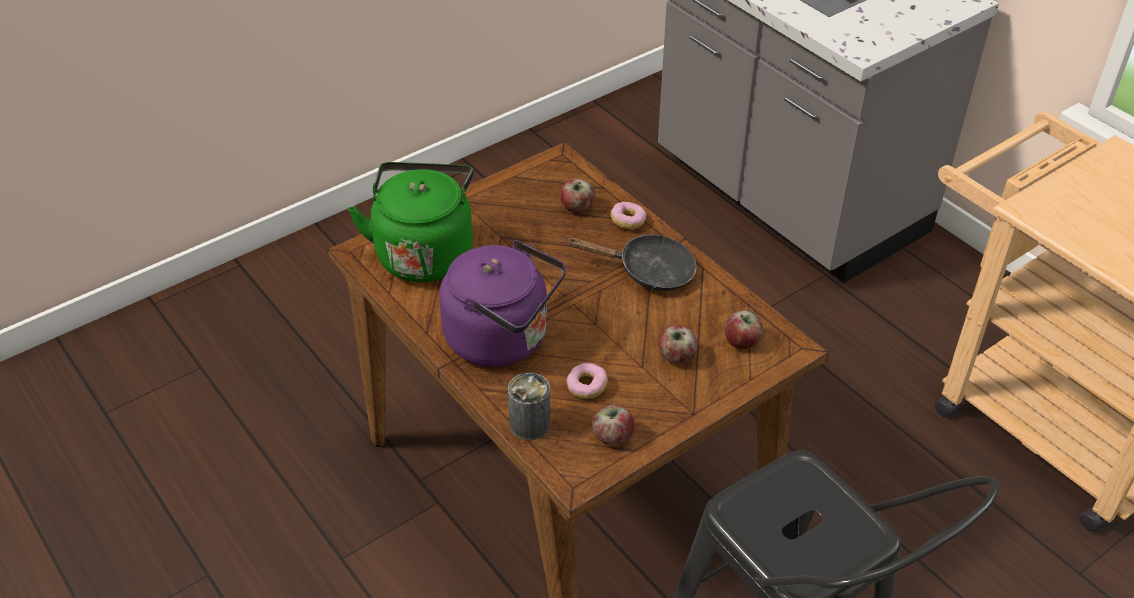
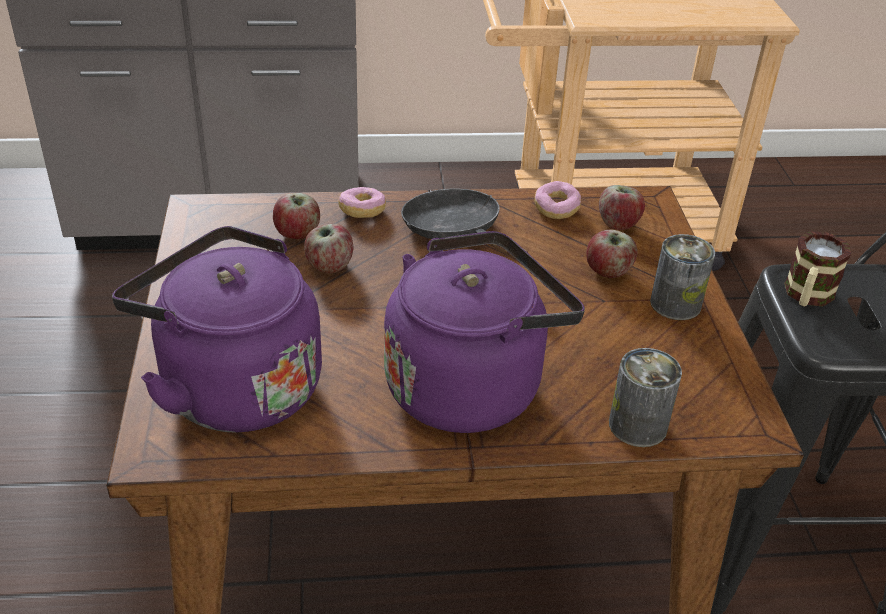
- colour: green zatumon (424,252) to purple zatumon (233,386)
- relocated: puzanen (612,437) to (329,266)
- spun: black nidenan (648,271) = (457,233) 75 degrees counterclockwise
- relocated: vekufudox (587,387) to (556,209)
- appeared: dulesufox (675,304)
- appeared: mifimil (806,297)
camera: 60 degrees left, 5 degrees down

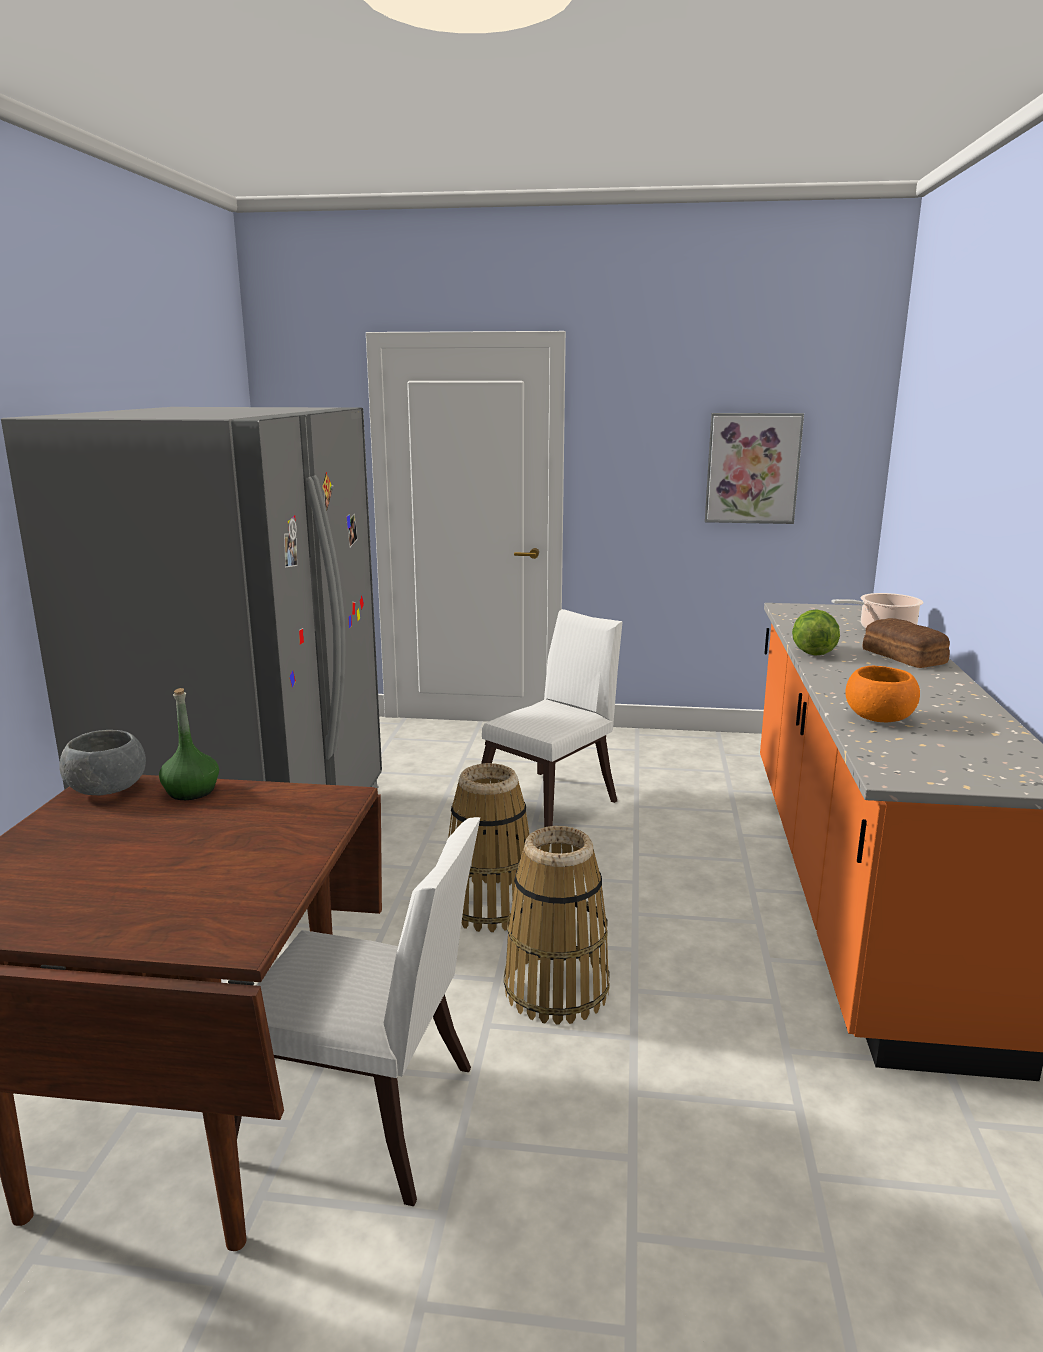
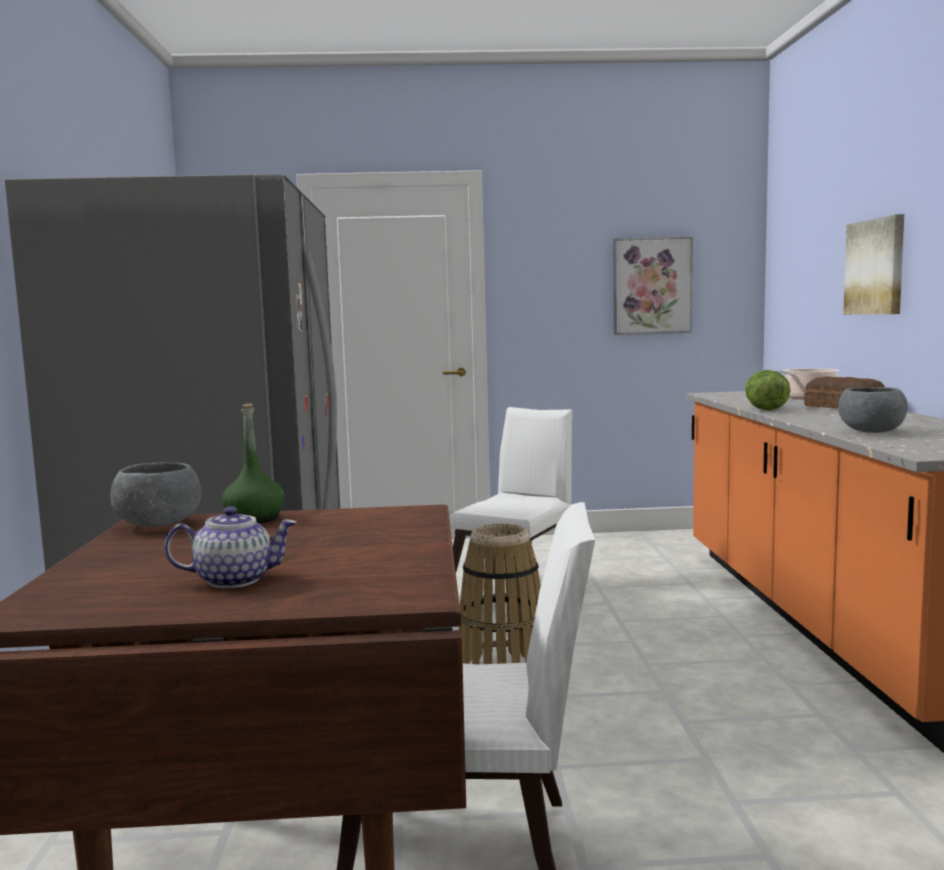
- appeared: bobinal (235,579)
- colour: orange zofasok (878,718) to grey zofasok (870,431)
- appeared: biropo (876,267)
- missing: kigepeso (556,989)
camera: 10 degrees left, 10 degrees down

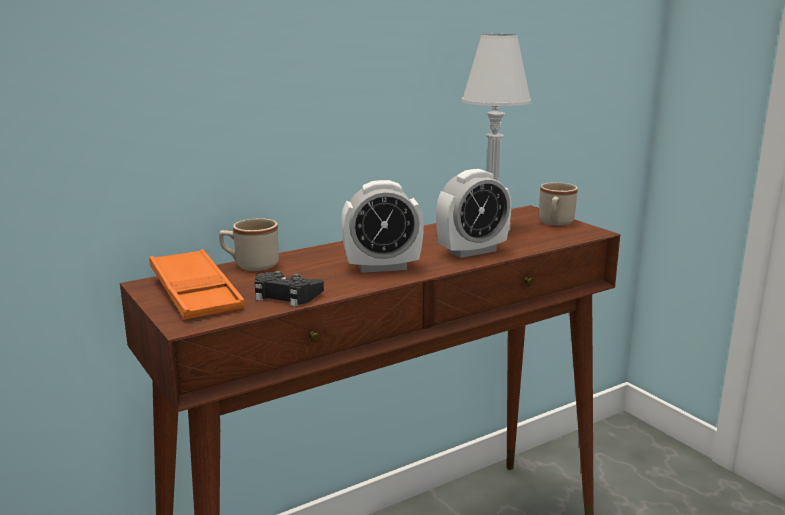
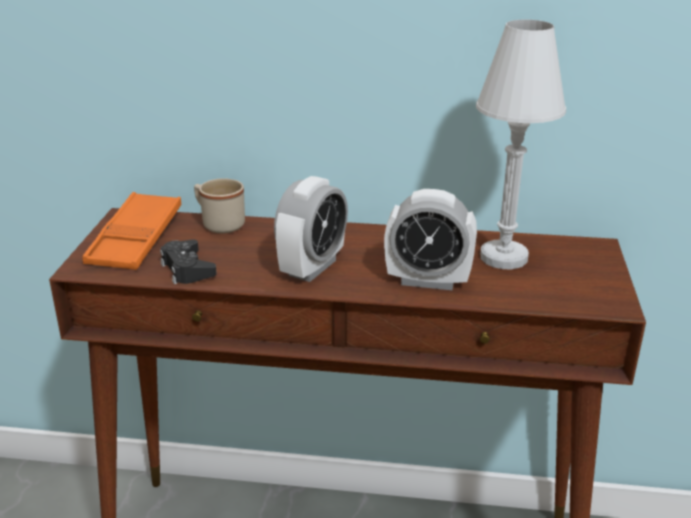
- spun: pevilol (382,267) = (312,268) 90 degrees counterclockwise
- missing: beige mifimil (555,223)
camera: 40 degrees right, 10 degrees up

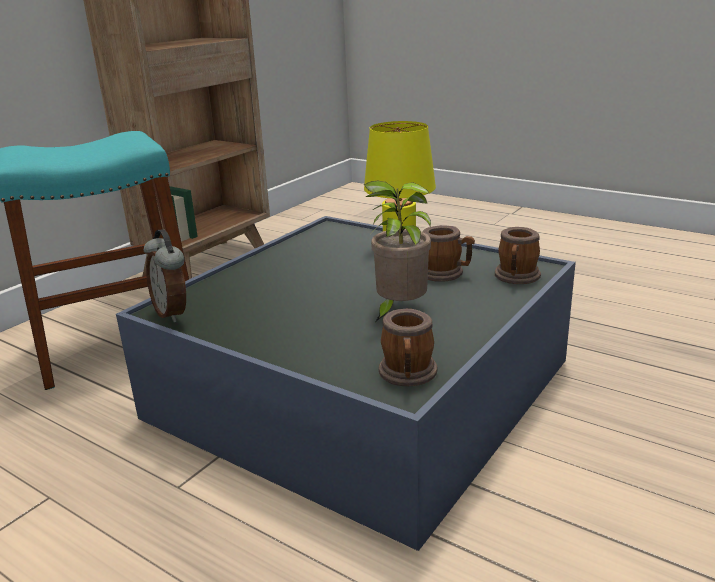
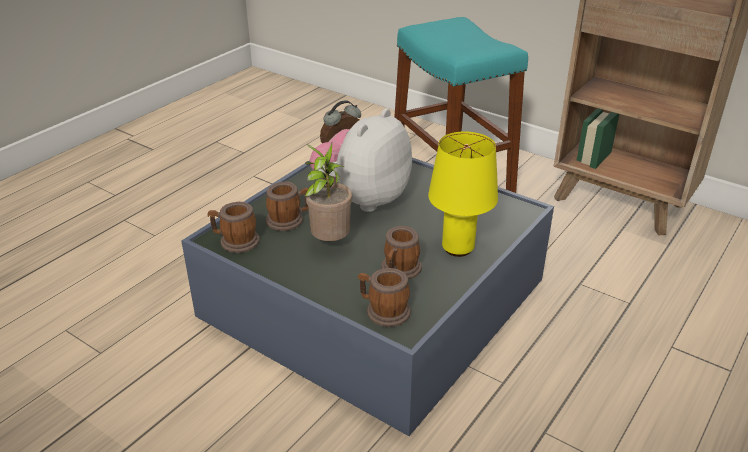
- appeared: mifimil (289,220)
- appeared: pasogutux (363,199)
camera: 90 degrees right, 10 degrees up

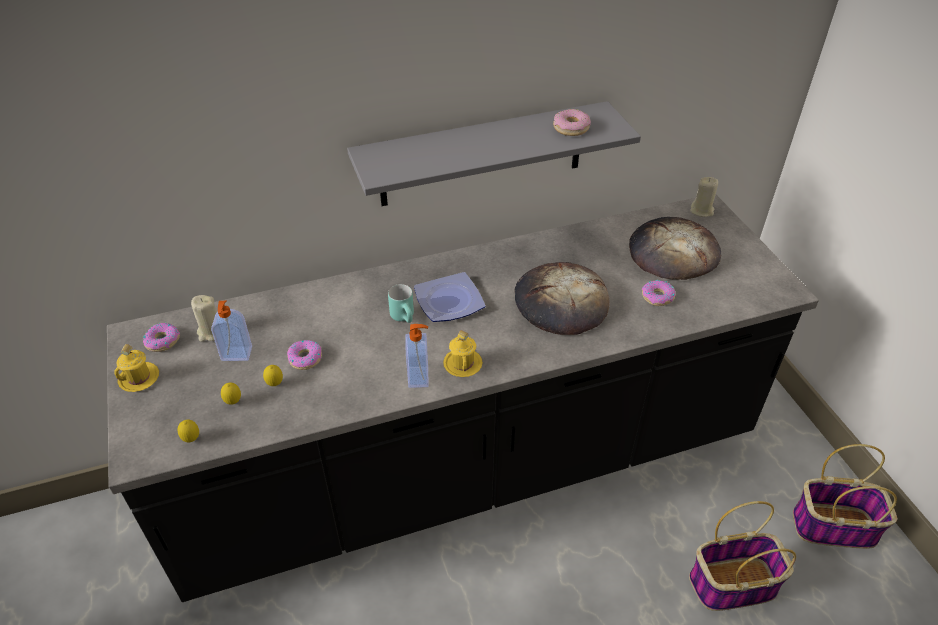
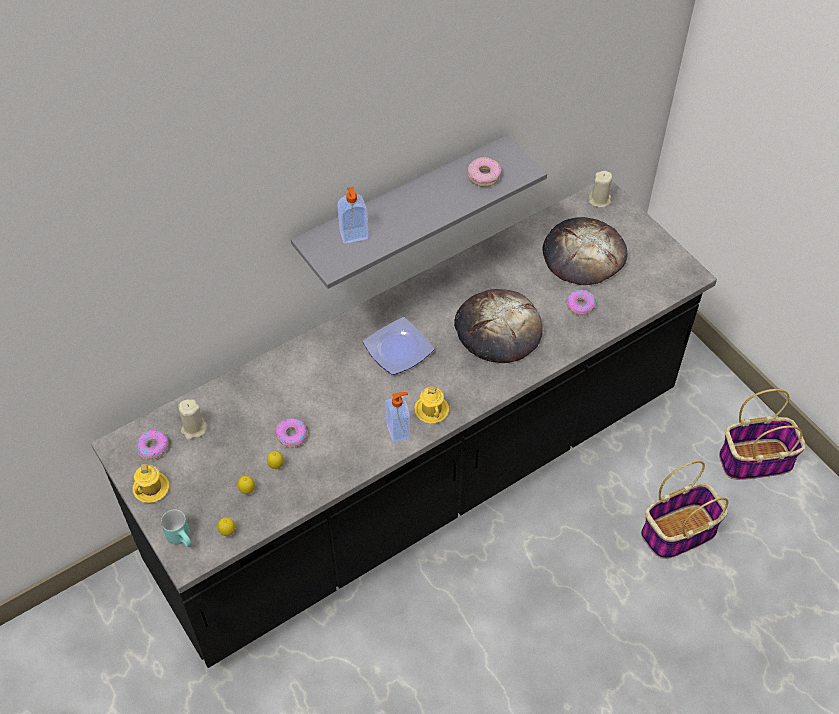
- relocated: turquoise mifimil (405,317) to (183,537)
- relocated: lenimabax (236,354) to (354,236)
camera: 15 degrees left, 10 degrees up

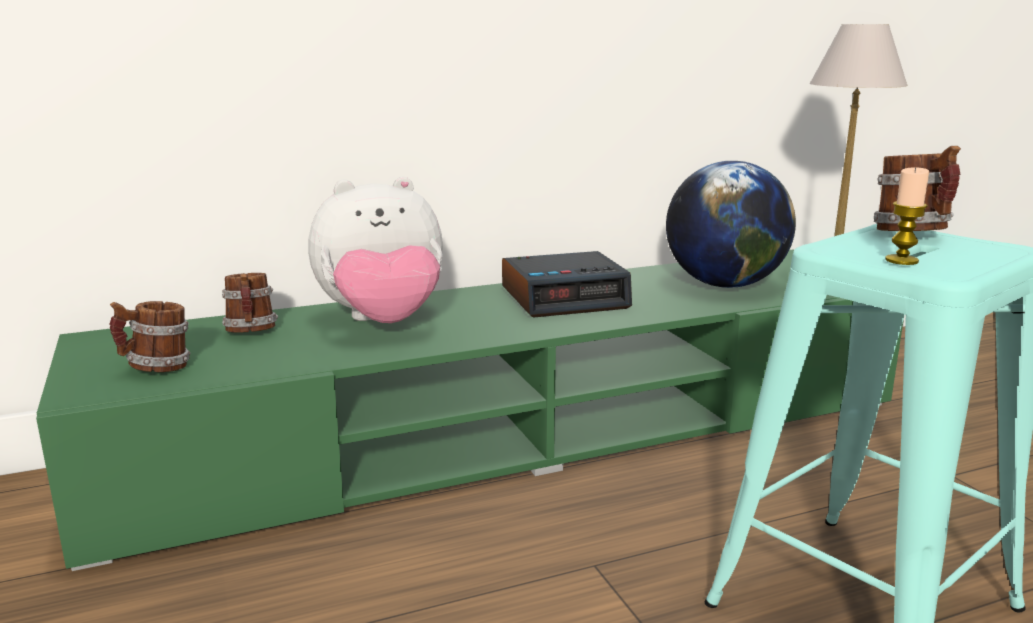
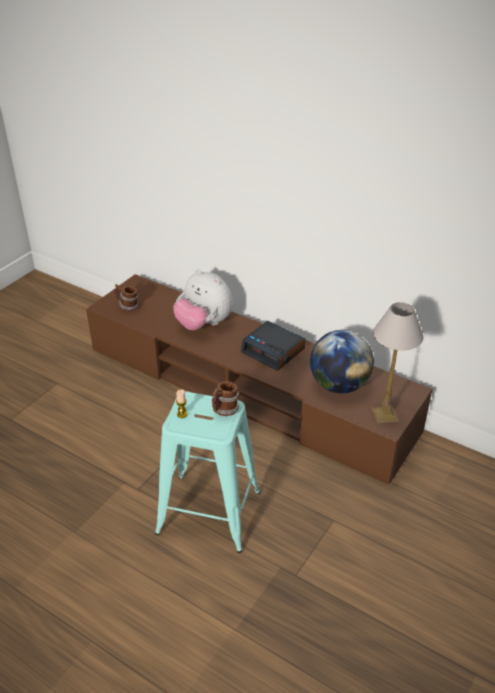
- colour: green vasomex (518,436) to brown vasomex (248,391)
- missing: mifimil (251,332)
camera: 55 degrees right, 20 degrees up

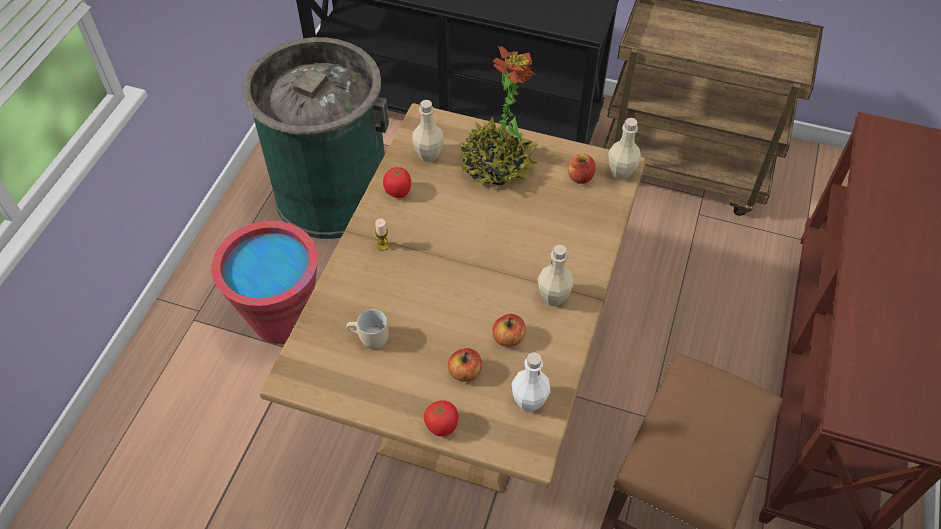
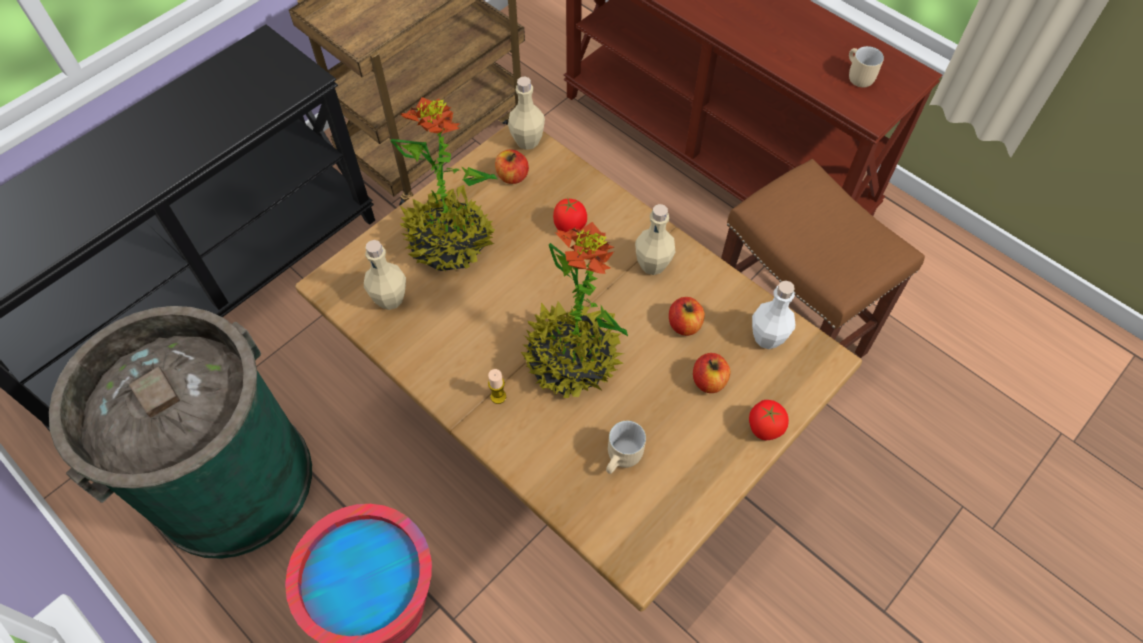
- appeared: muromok (572,360)
- relocated: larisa (398,192) to (570,226)
- appeared: beige mifimil (856,77)
camera: 65 degrees left, 5 degrees up

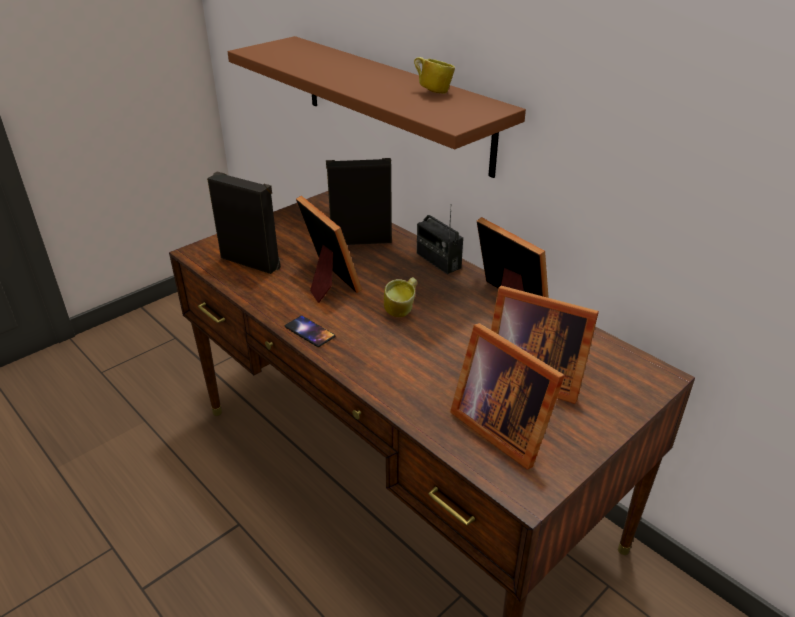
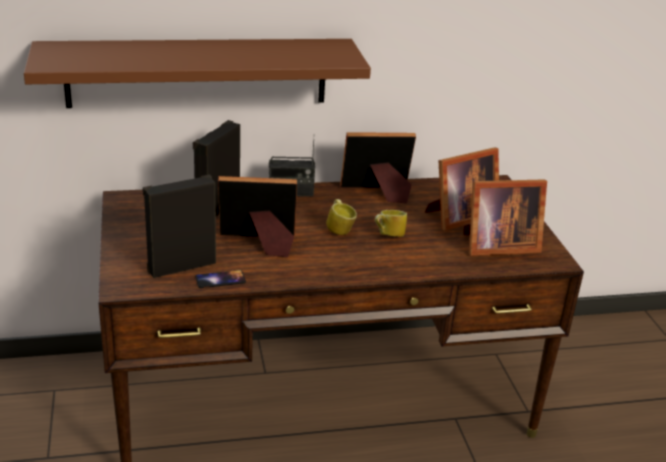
- relocated: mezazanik (309,331) to (220,279)
- relocated: mifimil (433,92) to (388,236)
camera: 60 degrees left, 5 degrees down

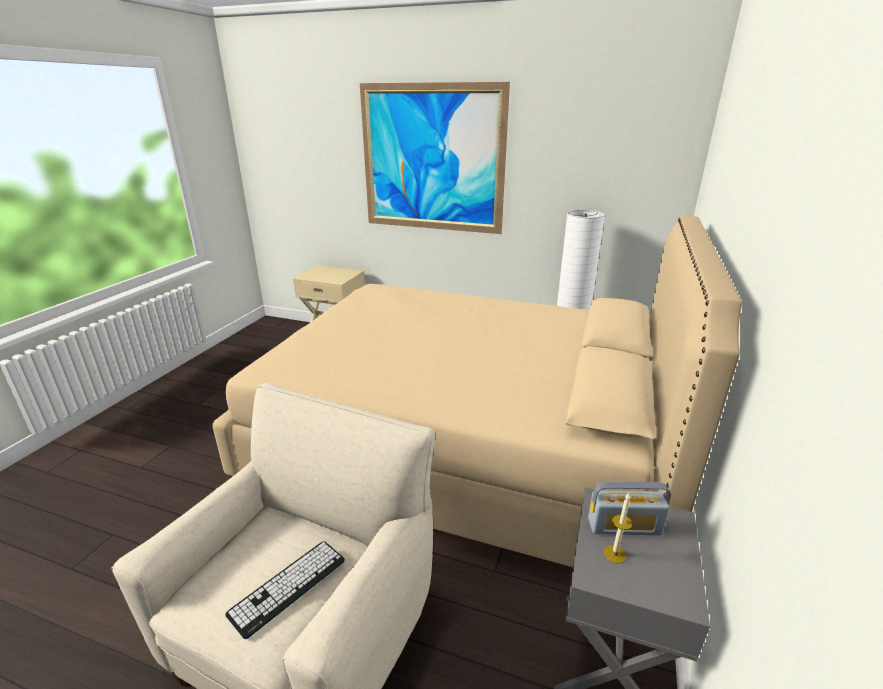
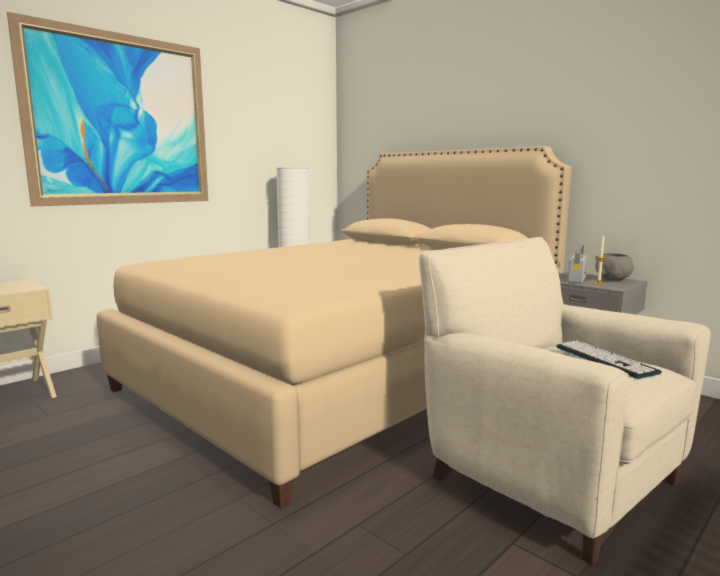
- appeared: grey zofasok (613,279)
camera: 65 degrees left, 15 degrees down

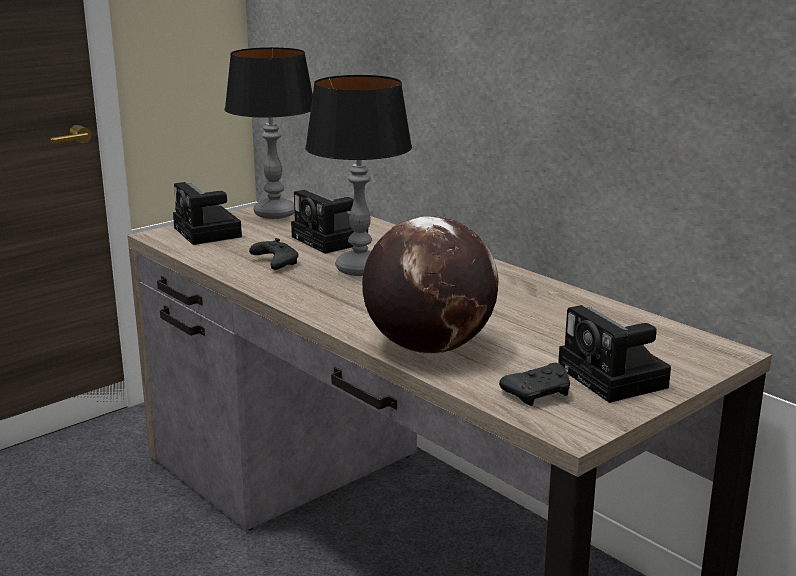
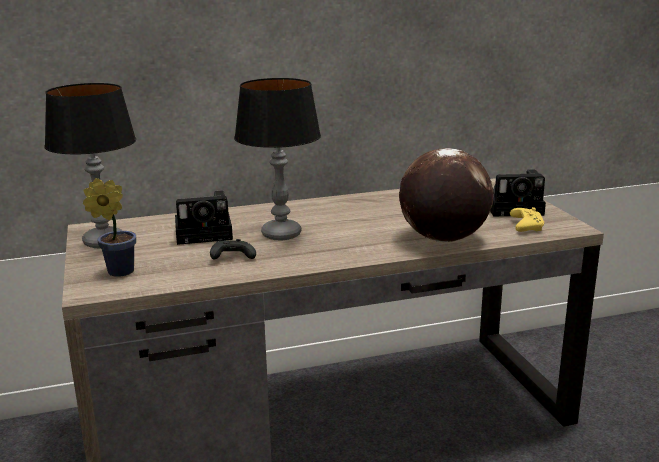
- exchanged: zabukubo (209,233) to muromok (117,272)
- colour: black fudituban (539,393) to yellow fudituban (525,226)
camera: 65 degrees left, 0 degrees up

